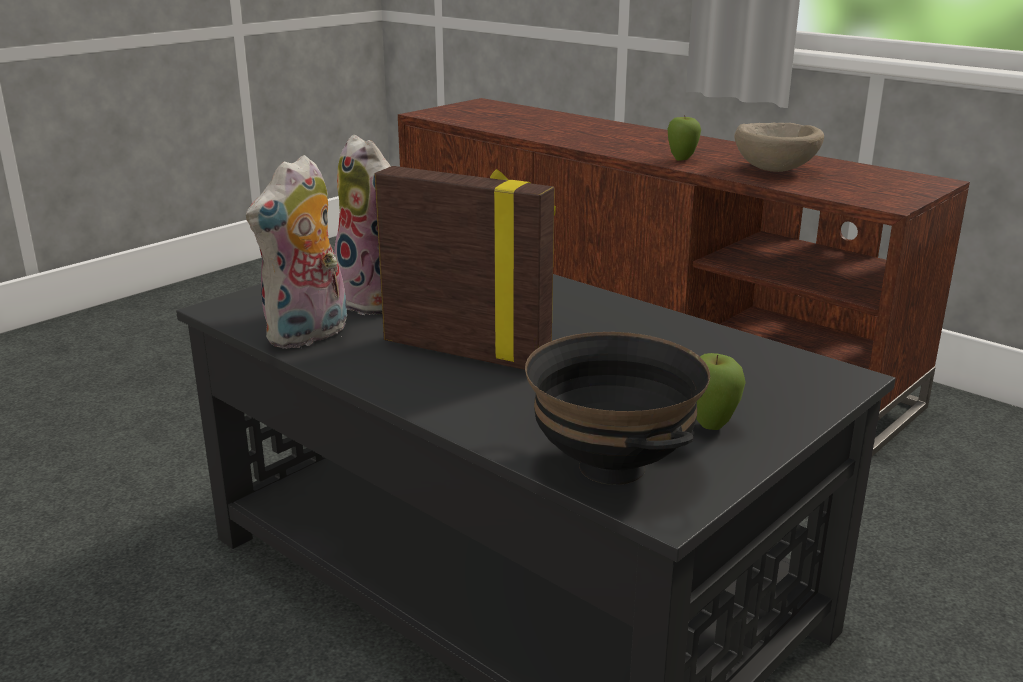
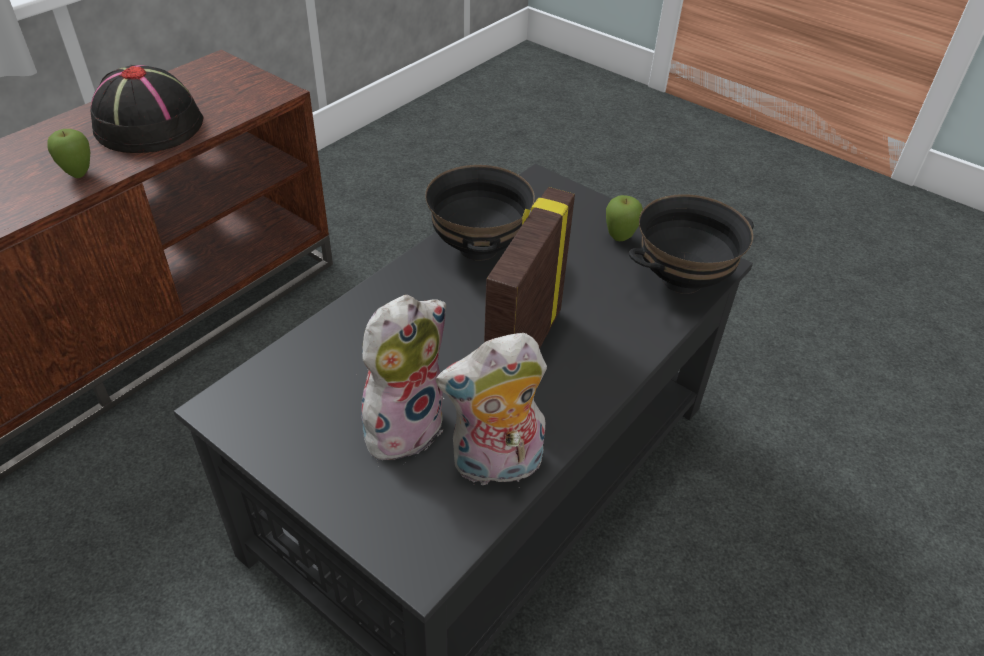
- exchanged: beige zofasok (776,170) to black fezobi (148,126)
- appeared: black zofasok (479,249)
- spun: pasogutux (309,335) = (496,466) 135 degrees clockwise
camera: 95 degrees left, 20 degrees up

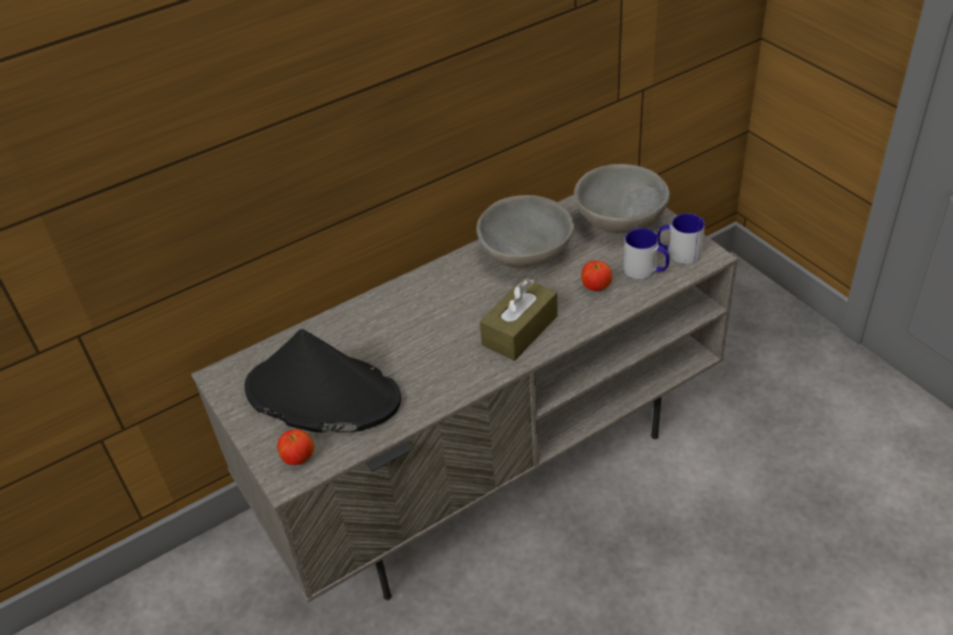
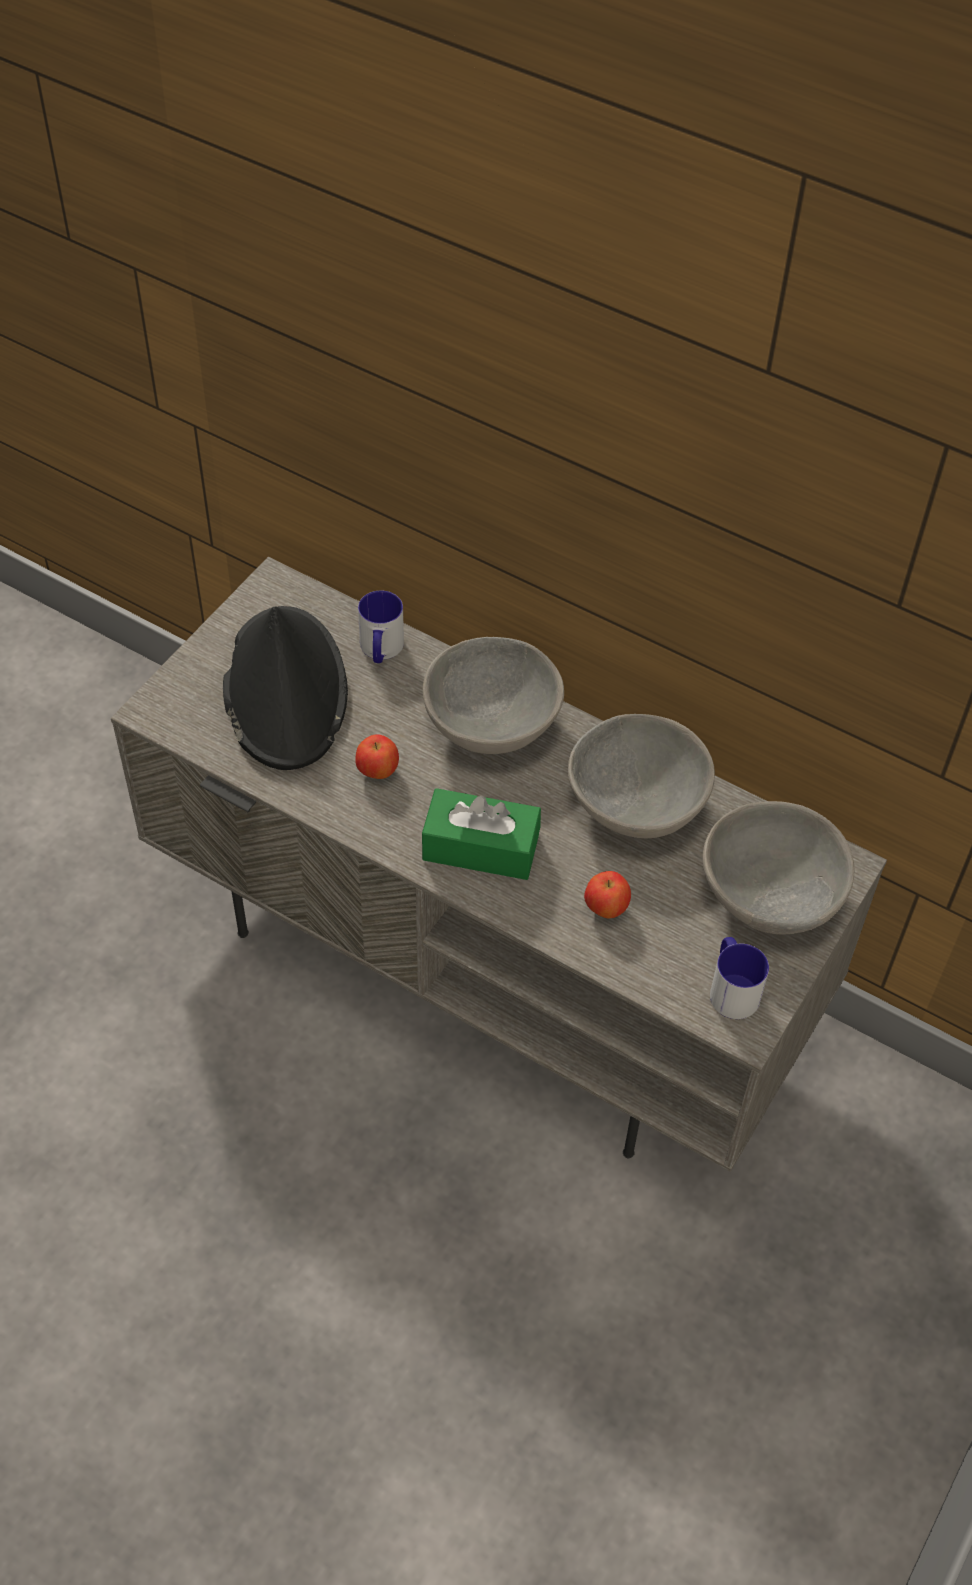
- relocated: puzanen (299,458) to (377,771)
- relocated: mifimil (646,270) to (380,650)
- colour: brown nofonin (520,330) to green nofonin (480,847)
- appeared: grey zofasok (491,721)
camera: 60 degrees right, 10 degrees up

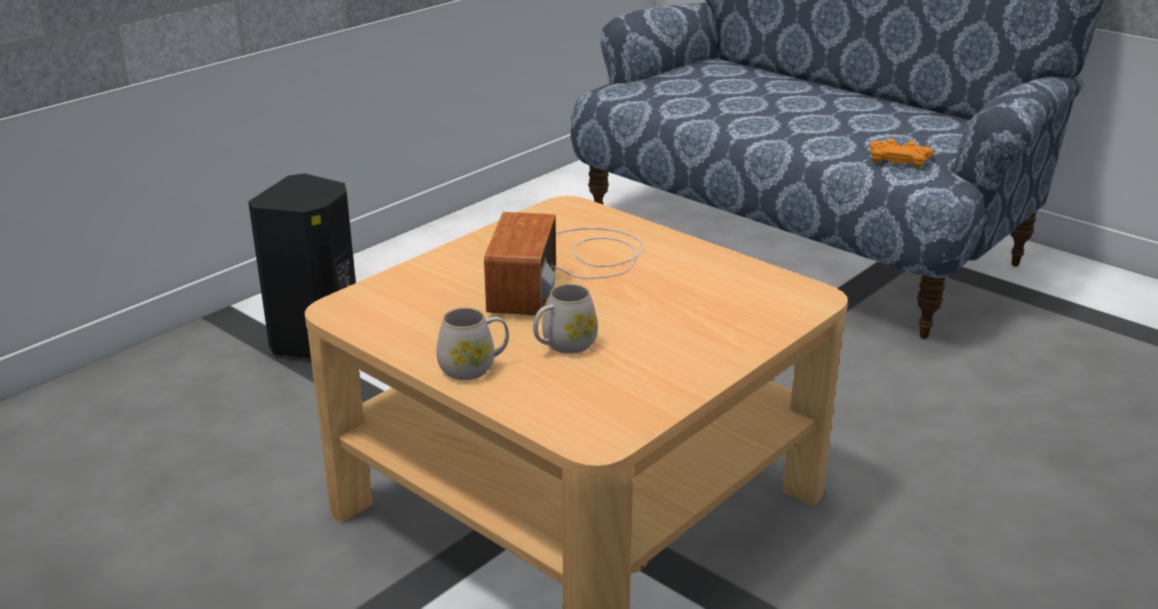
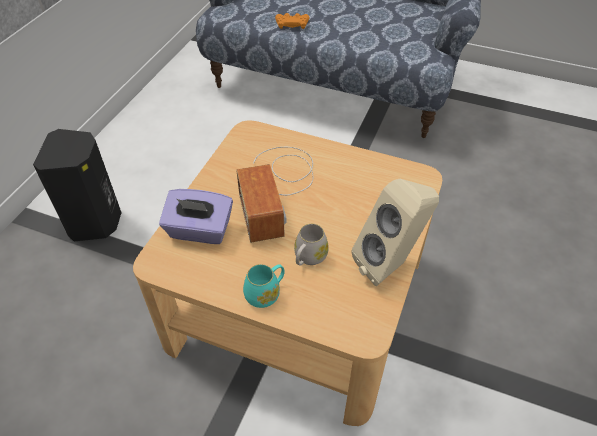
- appeared: purple nofonin (199,231)
- colour: white mifimil (474,367) to turquoise mifimil (266,293)
- relocated: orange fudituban (899,159) to (292,23)
- appeared: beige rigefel (390,264)
camera: 20 degrees left, 20 degrees up

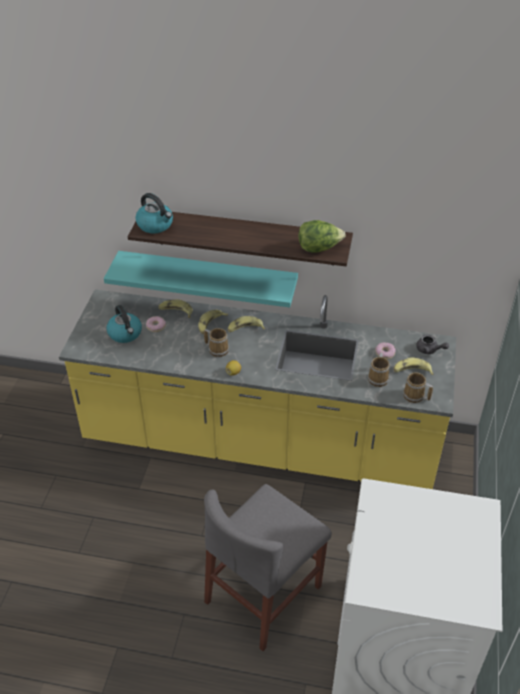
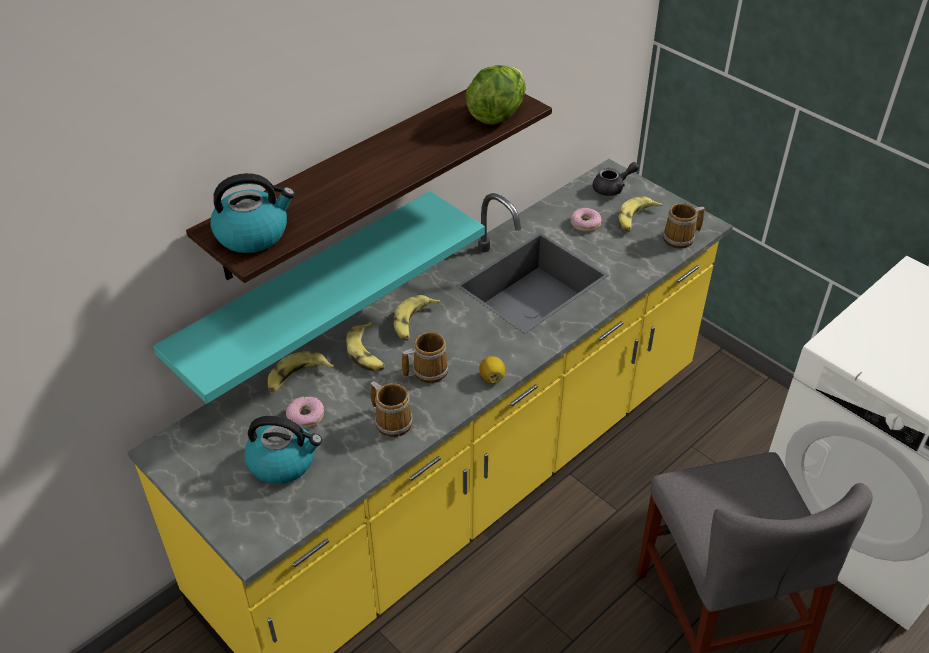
- relocated: mifimil (378,378) to (392,421)
camera: 55 degrees left, 0 degrees up

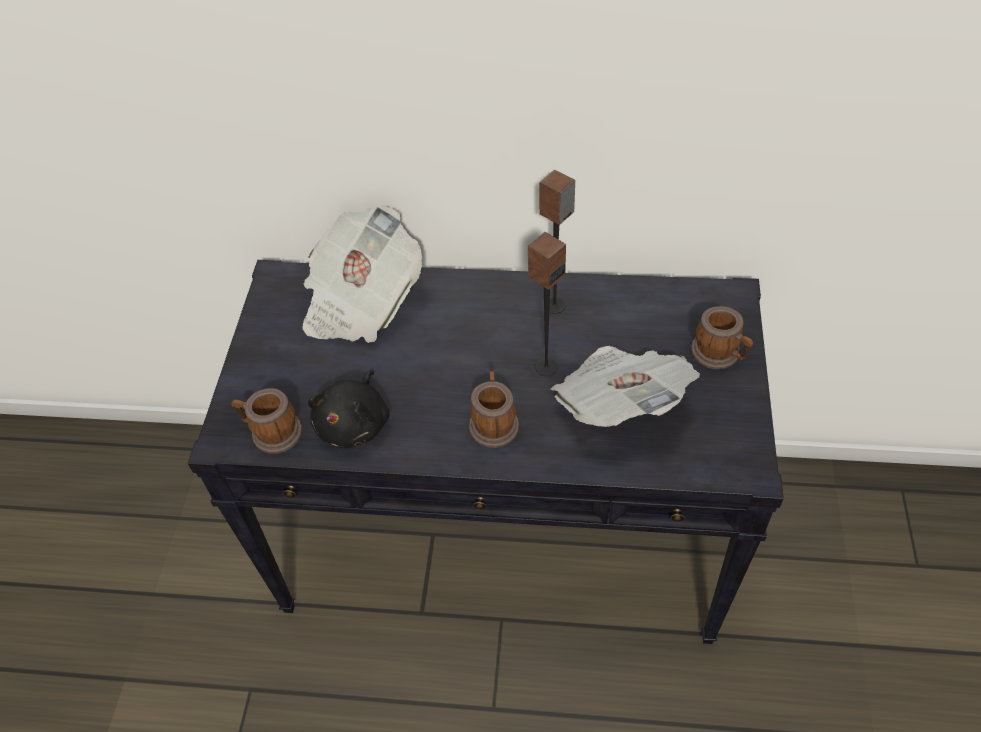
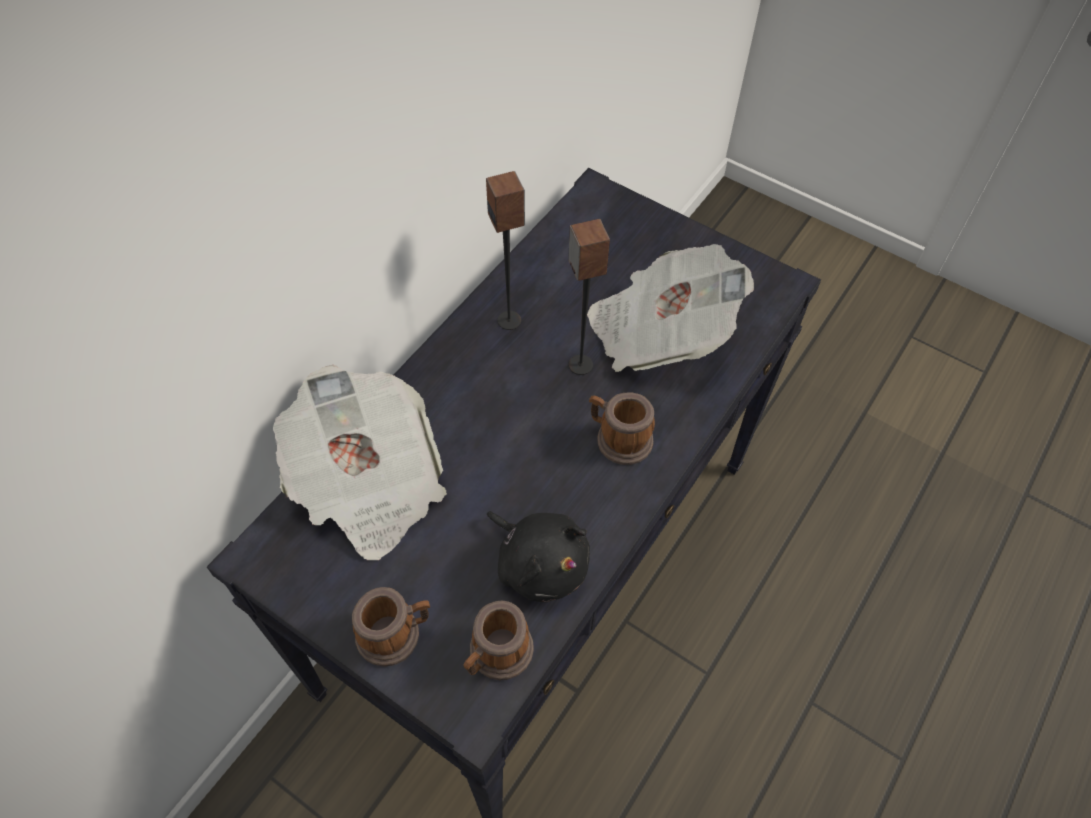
- relocated: mifimil (720,354) to (395,633)
camera: 65 degrees left, 5 degrees up

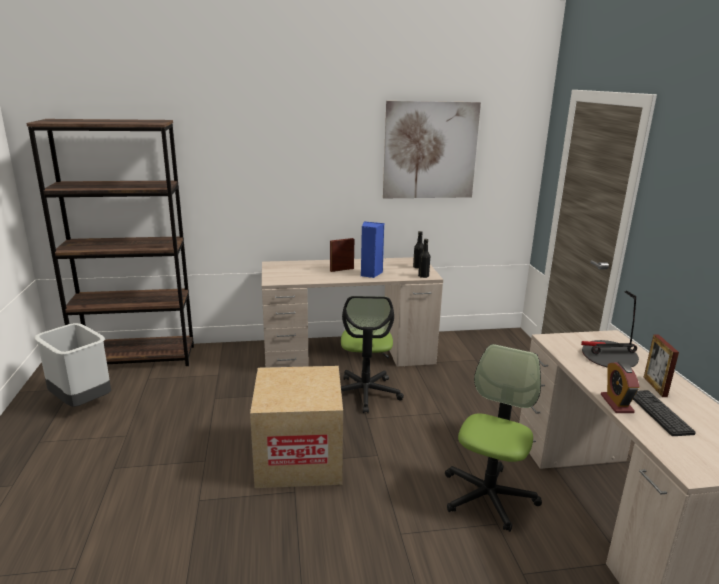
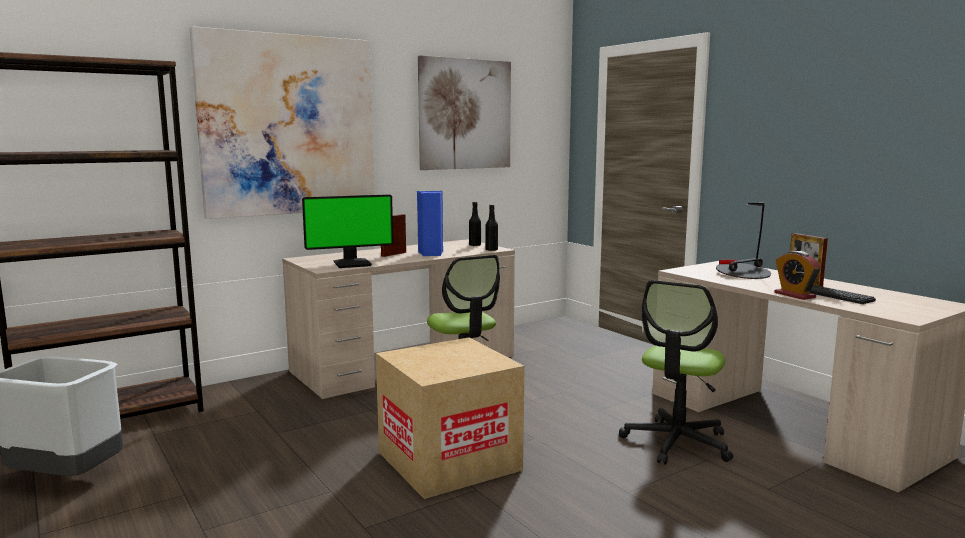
- appeared: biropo (288,125)
- appeared: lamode (352,263)
- spun: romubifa (488,496) = (677,442) 150 degrees counterclockwise
camera: 25 degrees left, 10 degrees down

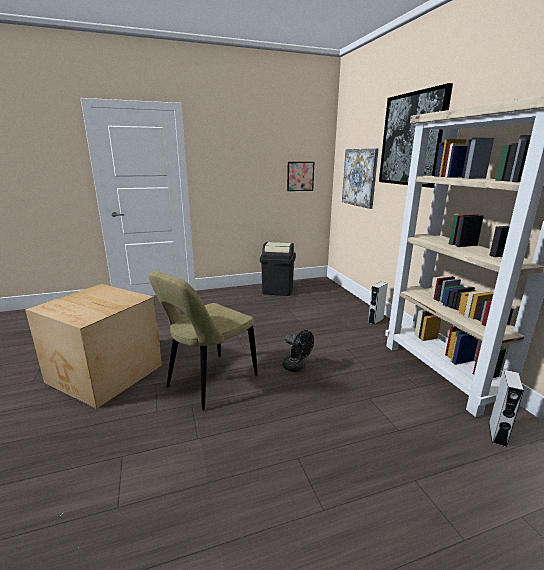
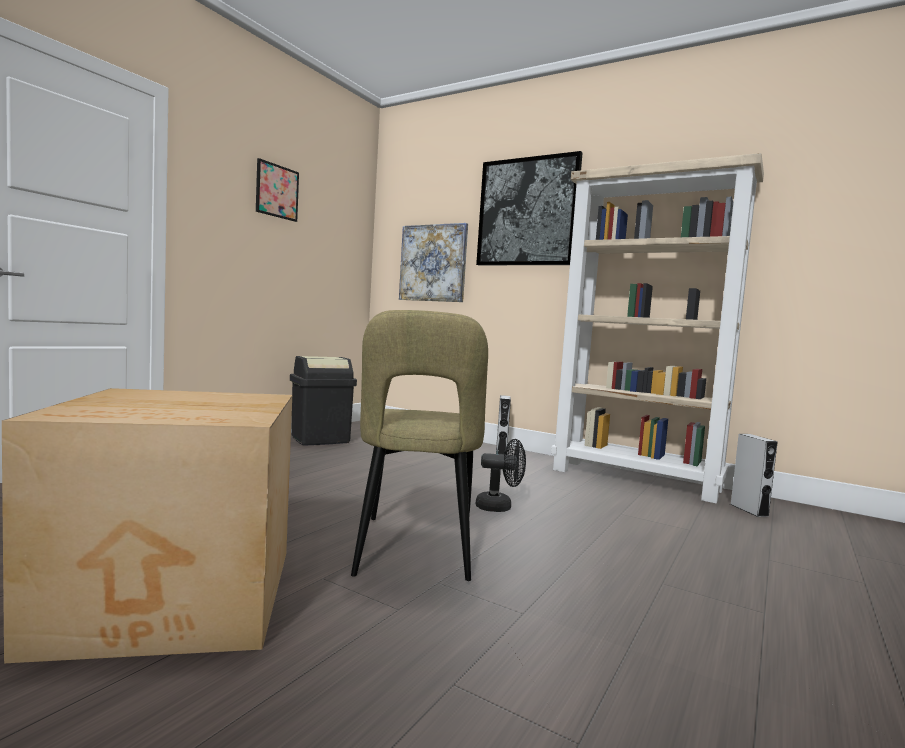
- relocated: biropo (300,176) to (277,191)
camera: 40 degrees left, 15 degrees down

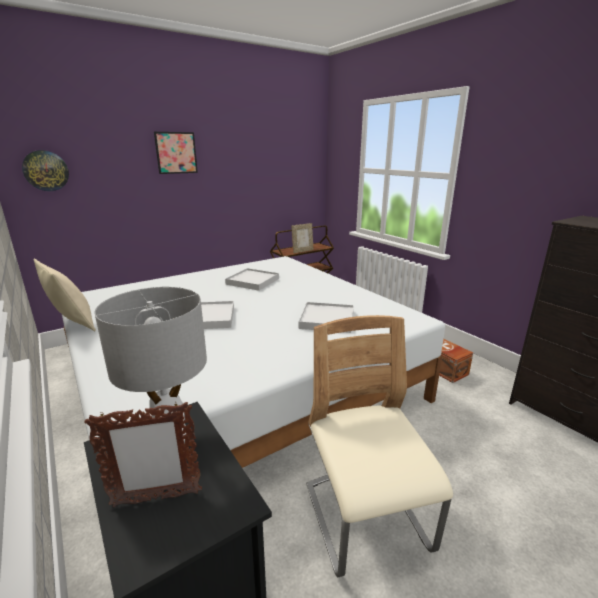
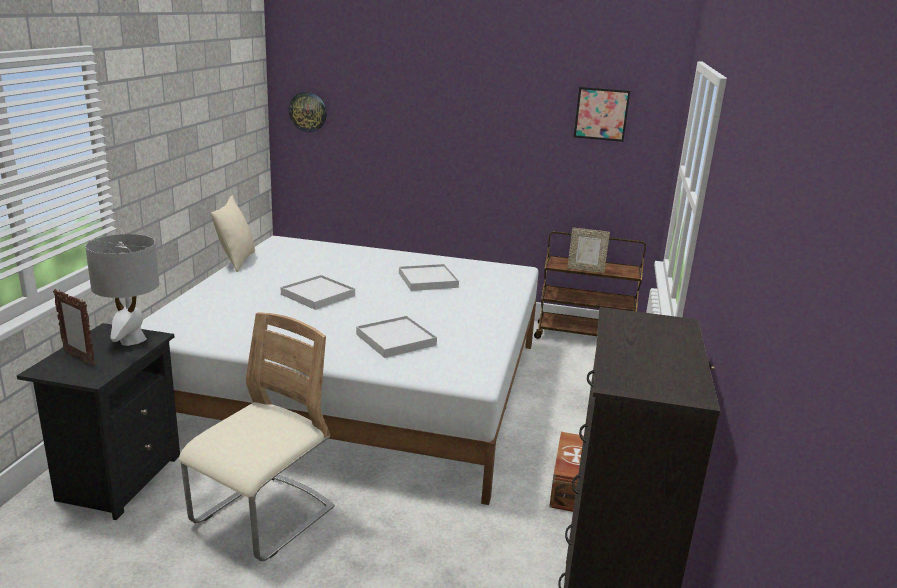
- relocated: biropo (176,153) to (601,114)
camera: 45 degrees right, 0 degrees up

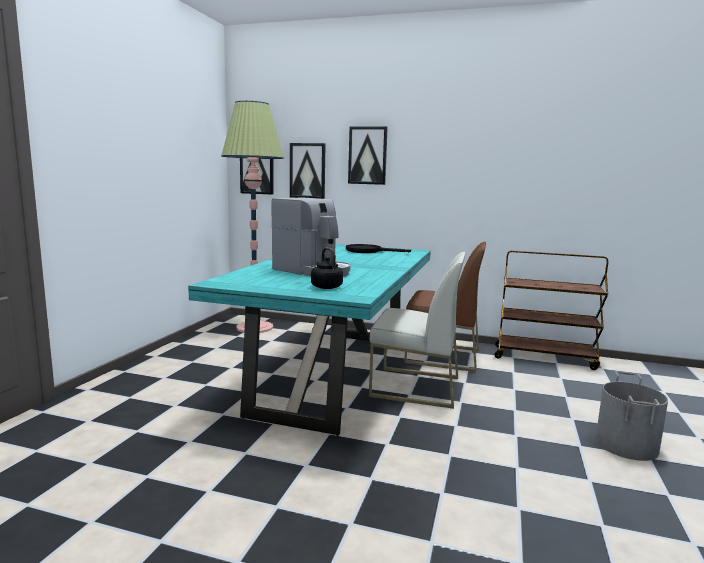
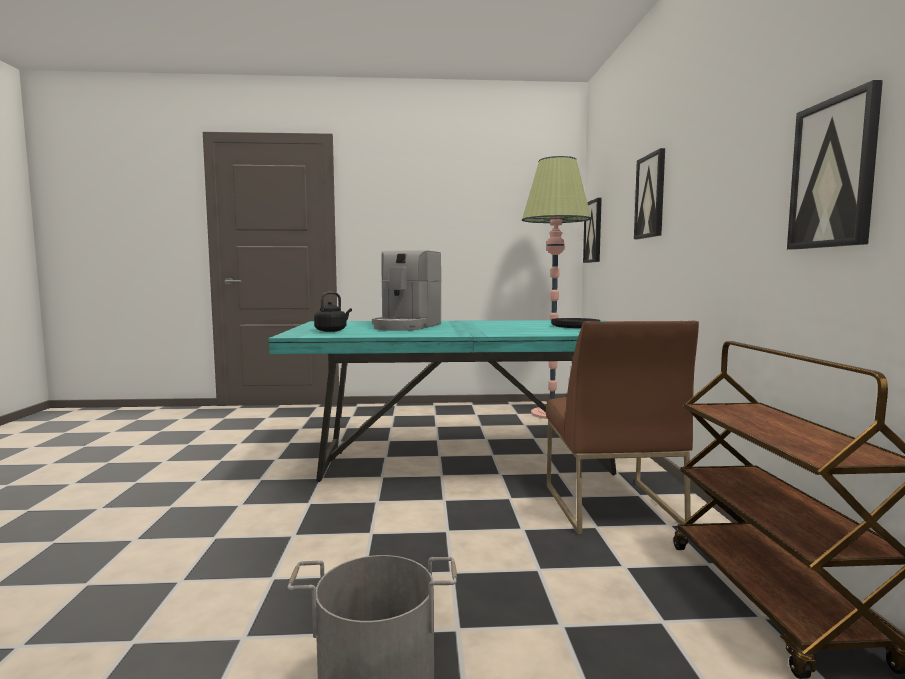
- relocated: biropo (307,171) to (834,173)
- missing: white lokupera (414,387)
camera: 70 degrees right, 5 degrees down

